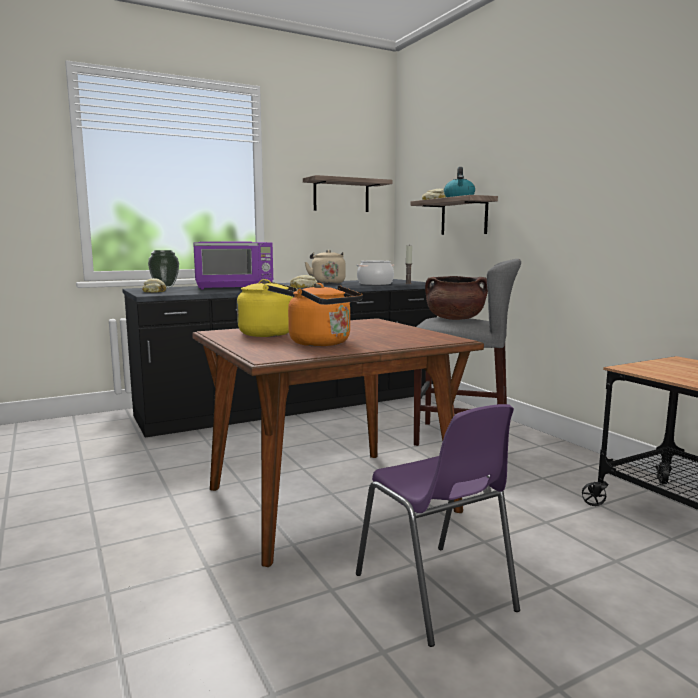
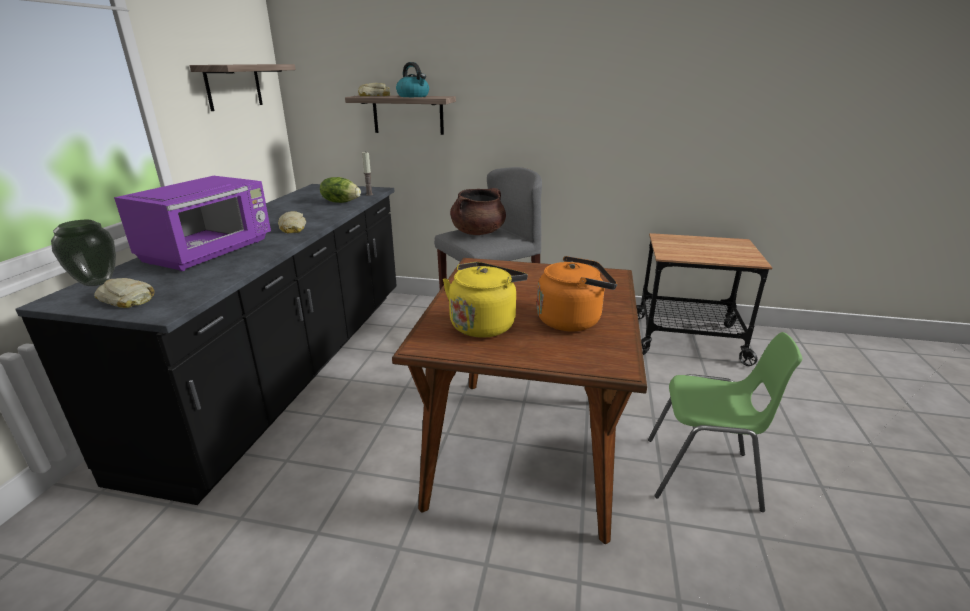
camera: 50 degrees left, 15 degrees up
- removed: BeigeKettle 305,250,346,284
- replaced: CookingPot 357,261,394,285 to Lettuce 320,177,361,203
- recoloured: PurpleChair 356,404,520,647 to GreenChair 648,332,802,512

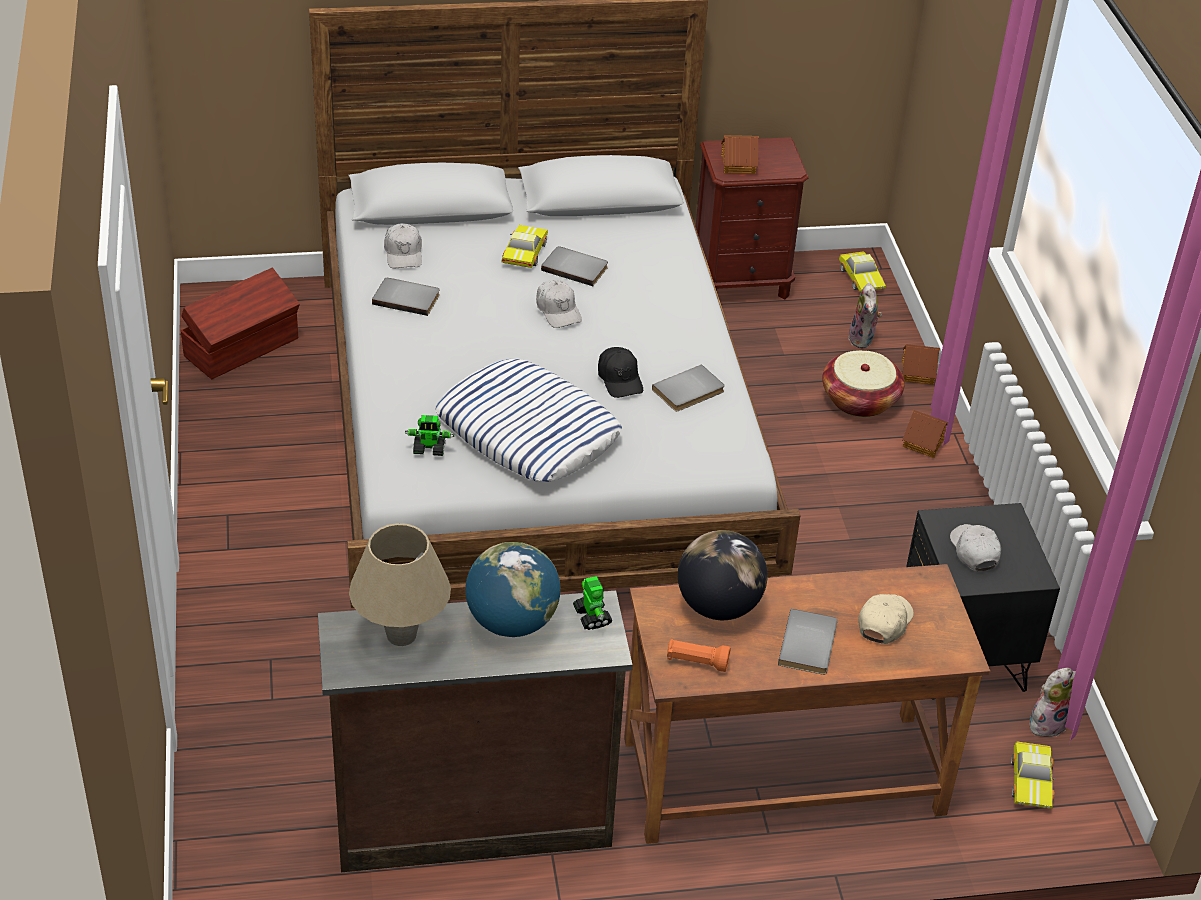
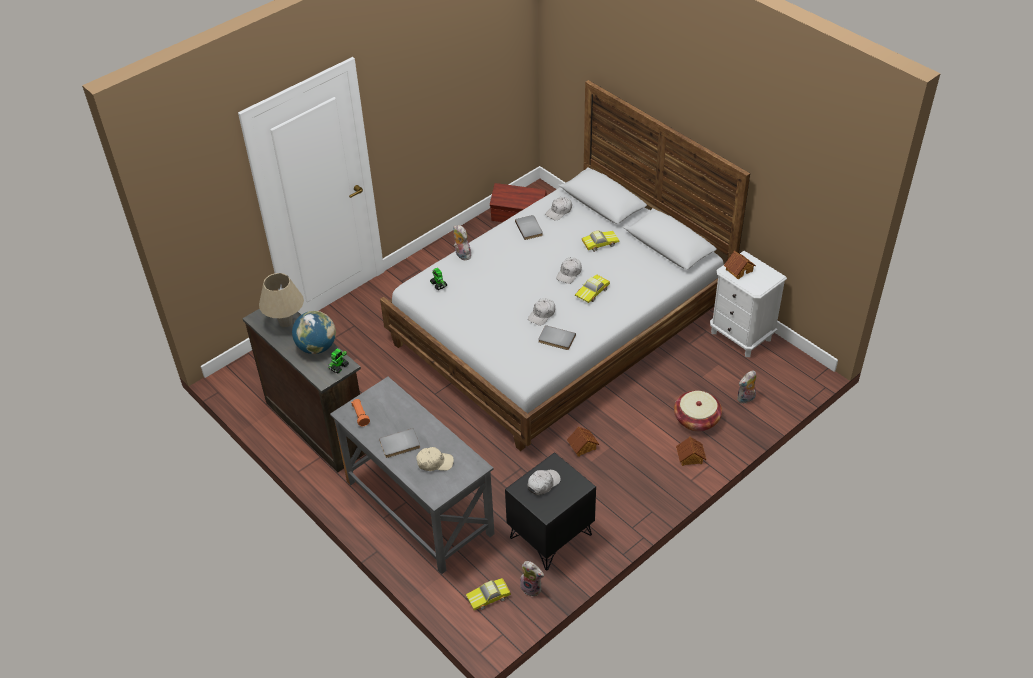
camera: 60 degrees right, 5 degrees up
- recoloured: BrownNightstand 696,137,809,299 to WhiteNightstand 710,251,787,357
- removed: GreyBook 541,246,608,286
- moved: ToyCar 839,251,886,292 to 575,274,610,303
- moved: ToyHouse 902,344,940,385 to 567,427,599,457
- recoloured: BlackCap 598,347,643,398 to WhiteCap 528,298,555,326
- removed: Pillow 435,359,622,482
- removed: Globe 678,530,768,620
- recoloured: BrownDesk 624,564,990,844 to GreyDesk 330,377,495,574
- added: PlushToy 453,225,473,260

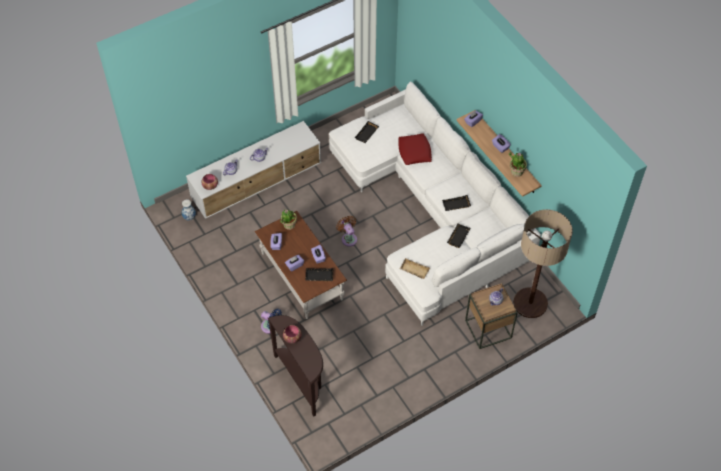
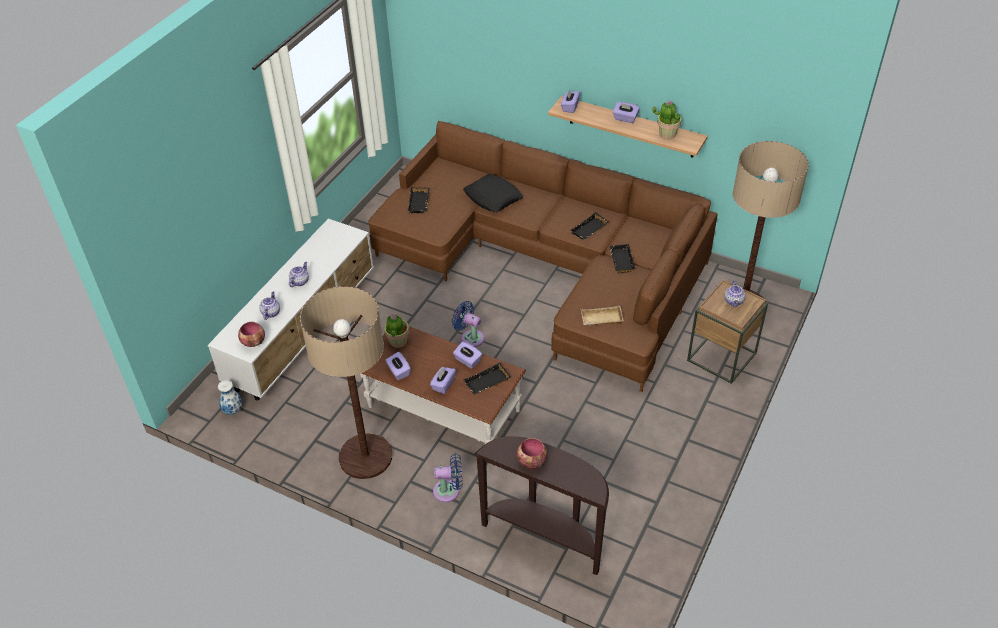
camera: 30 degrees left, 10 degrees down
- recoloured: WhiteSofa 329,82,541,326 to BrownSofa 368,121,718,392
- recoloured: RedPillow 398,133,432,165 to BlackPillow 463,174,523,213
- recoloured: BrownFan 336,216,357,247 to BlueFan 452,301,484,347
- added: FloorLamp 300,286,392,479

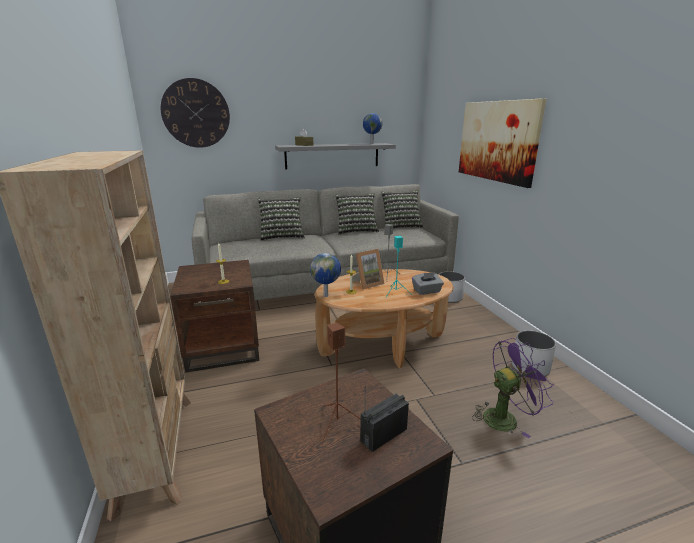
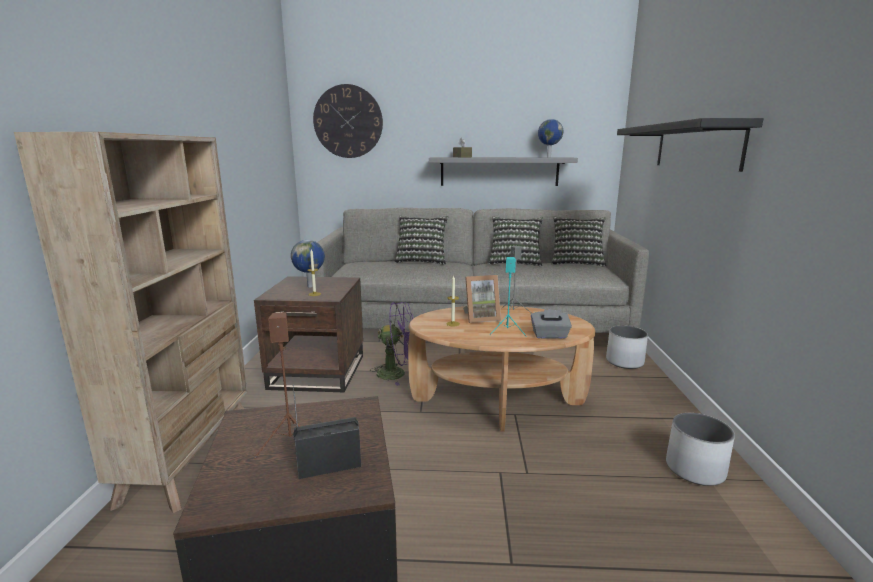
camera: 20 degrees right, 5 degrees down
- replaced: Picture 459,98,546,188 to BlackShelf 617,118,764,172
- moved: Globe 310,253,341,297 to 291,240,325,288
- moved: PurpleFan 472,338,554,438 to 370,302,414,386

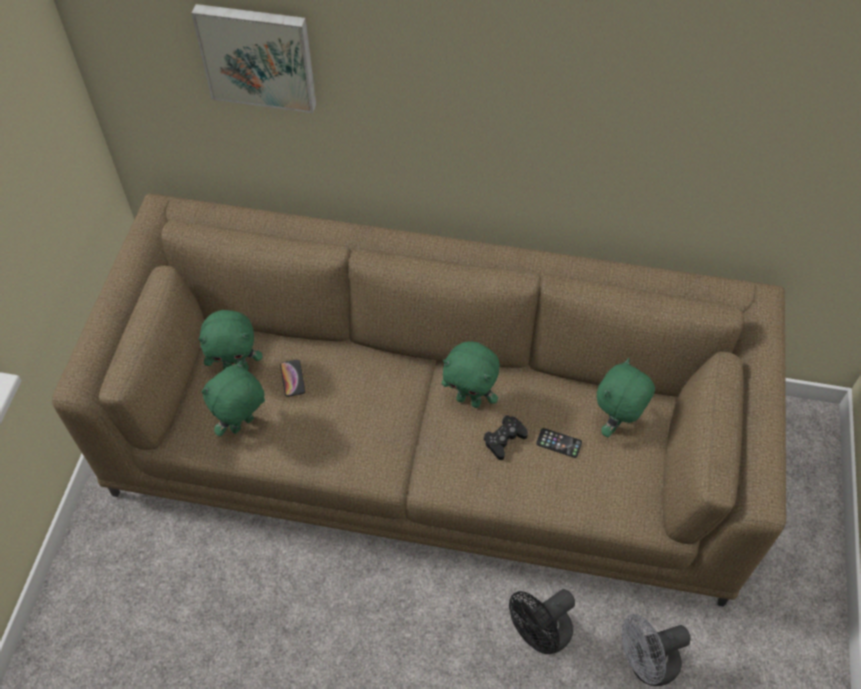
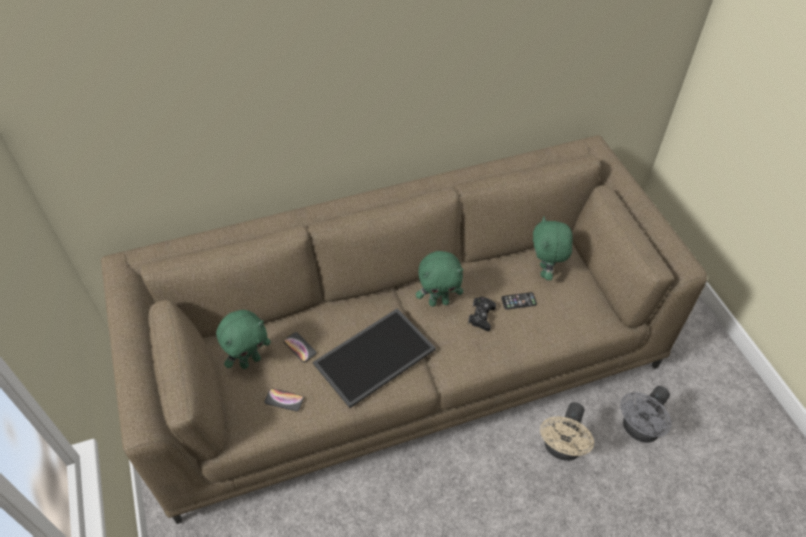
camera: 30 degrees left, 5 degrees down
- removed: Picture 191,4,316,113
- replaced: GreenPlushToy 201,361,265,437 to Phone 264,388,304,412
- recoloured: BlackFan 509,589,575,654 to BeigeFan 540,402,594,461
- added: Tray 313,308,436,408

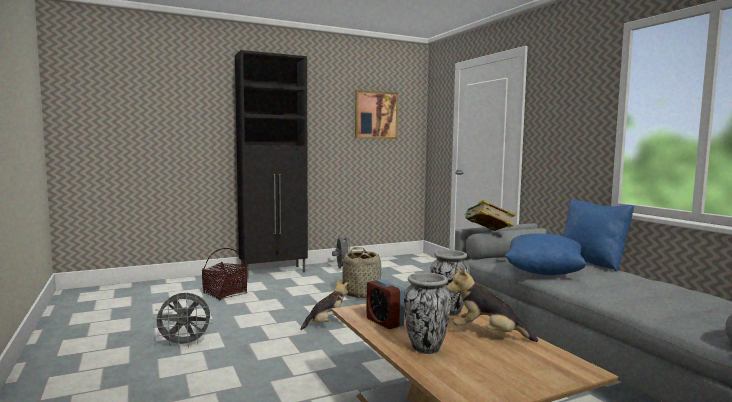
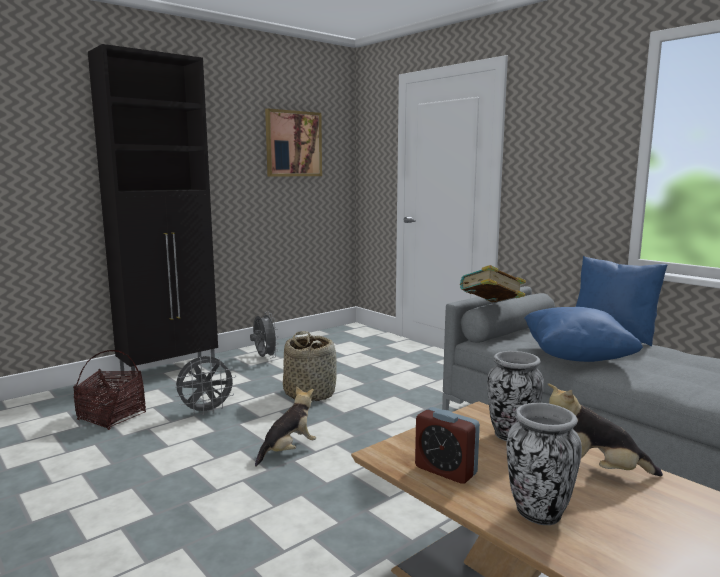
camera: 15 degrees left, 5 degrees up
- moved: GreyFan 153,293,213,348 to 175,356,237,415

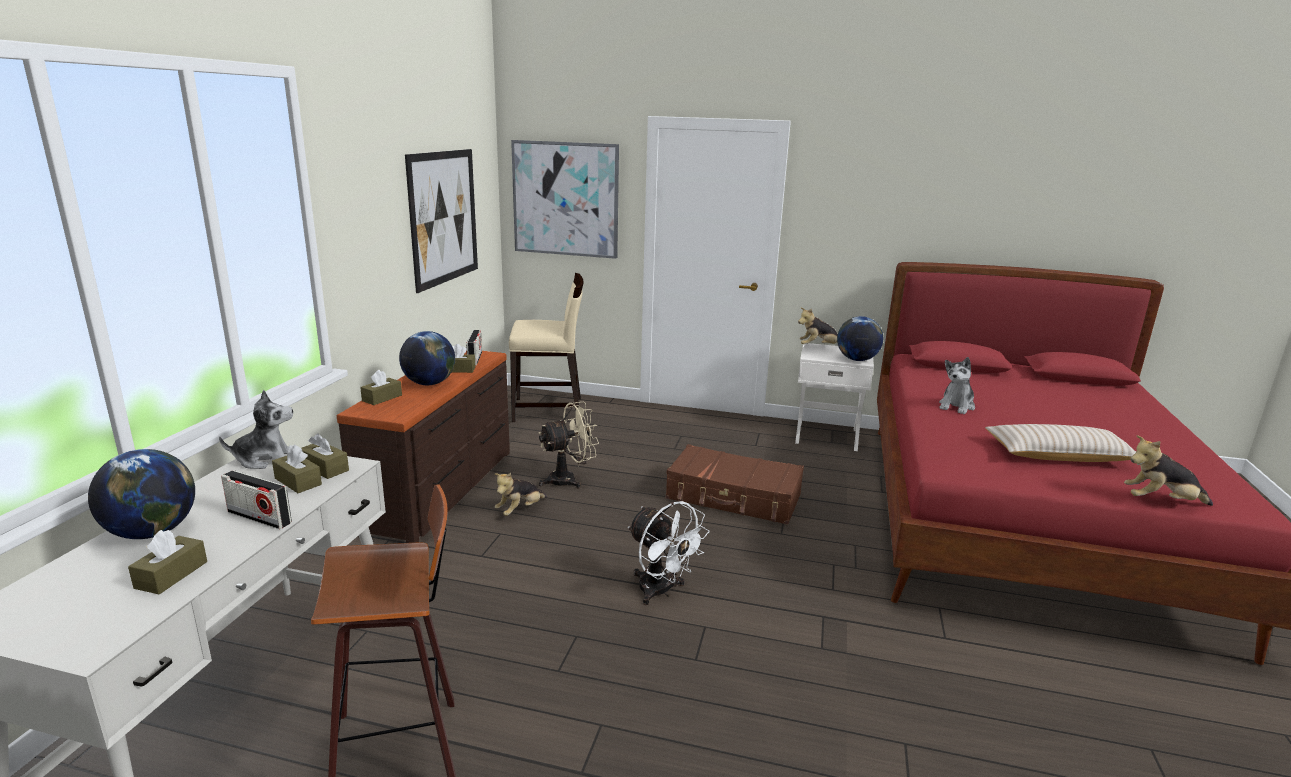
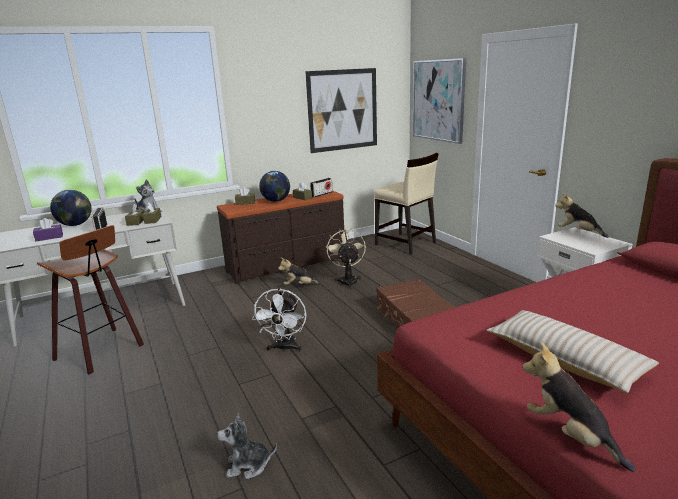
camera: 50 degrees right, 0 degrees up
- removed: Globe 837,316,883,361
- moved: PlushToy 939,357,975,414 to 217,414,277,479
- turned: BeigeFan 539,401,599,488 = 326,228,366,289 120 degrees counterclockwise
- recoloured: BrownTissueBox 128,530,207,594 to PurpleTissueBox 33,218,63,241

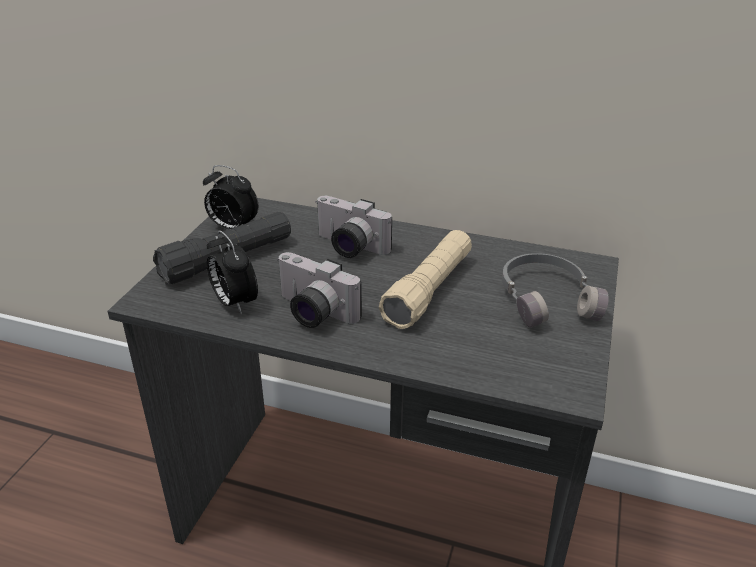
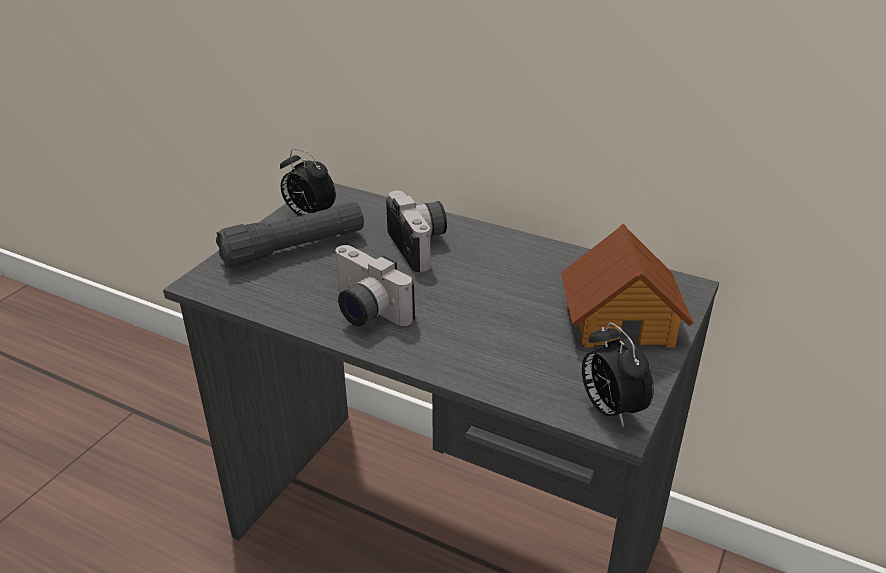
camera: 10 degrees right, 0 degrees up
- turned: PhotoCamera 316,196,392,258 = 386,191,447,272 150 degrees counterclockwise
- moved: AlarmClock 207,230,258,314 to 582,323,653,427
- removed: BeigeFlashlight 379,230,472,329
- replaced: GreyHeadphones 502,253,609,328 to ToyHouse 561,224,693,348

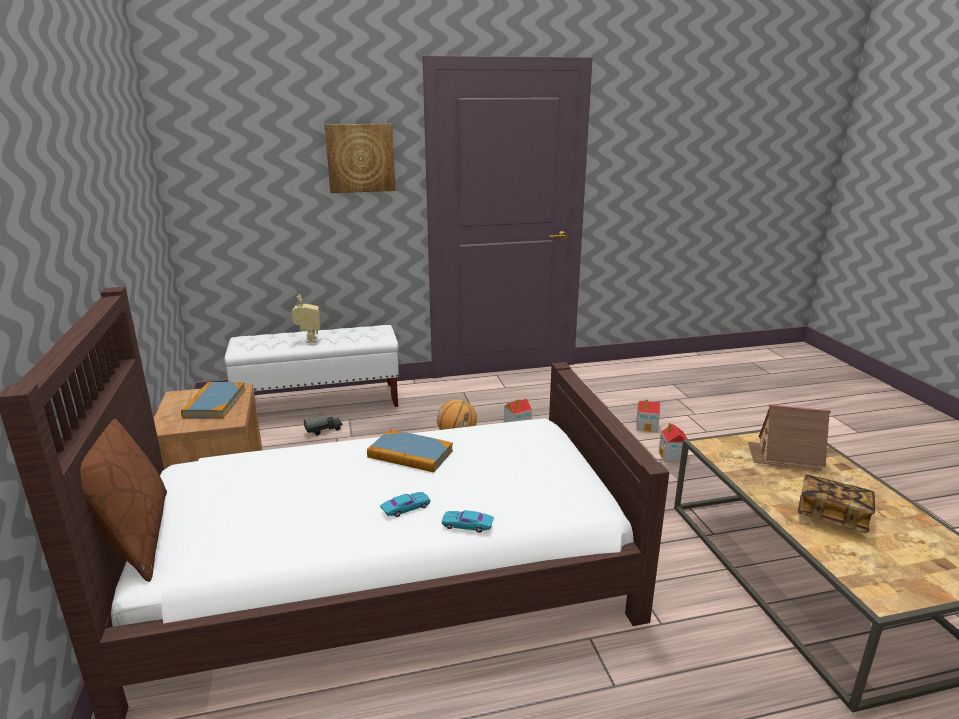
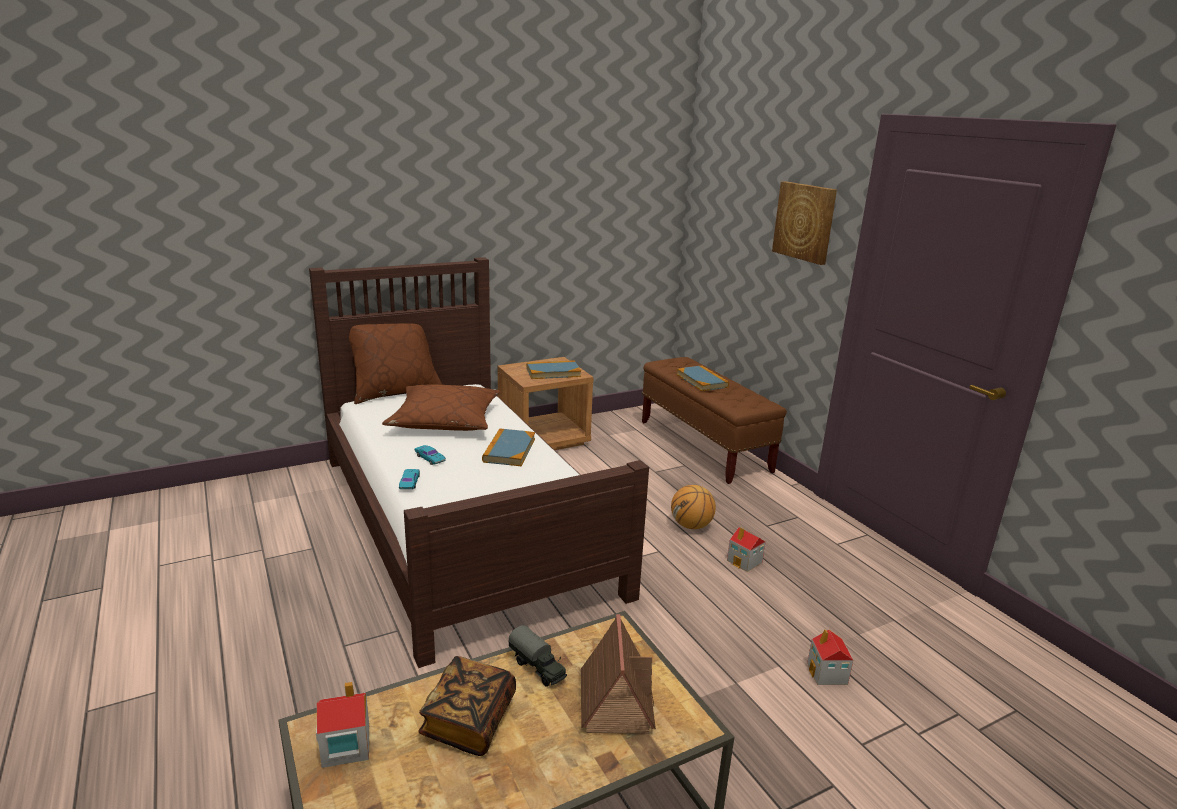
camera: 75 degrees right, 0 degrees up
- replaced: ToyRobot 292,294,321,343 to Book 677,365,729,391
- recoloured: WhiteBench 225,325,399,407 to BrownBench 642,357,787,484
- moved: ToyTruck 304,415,343,436 to 508,625,567,687
- moved: ToyHouse 659,422,689,462 to 316,682,369,768
- added: BrownPillow 382,384,500,431

